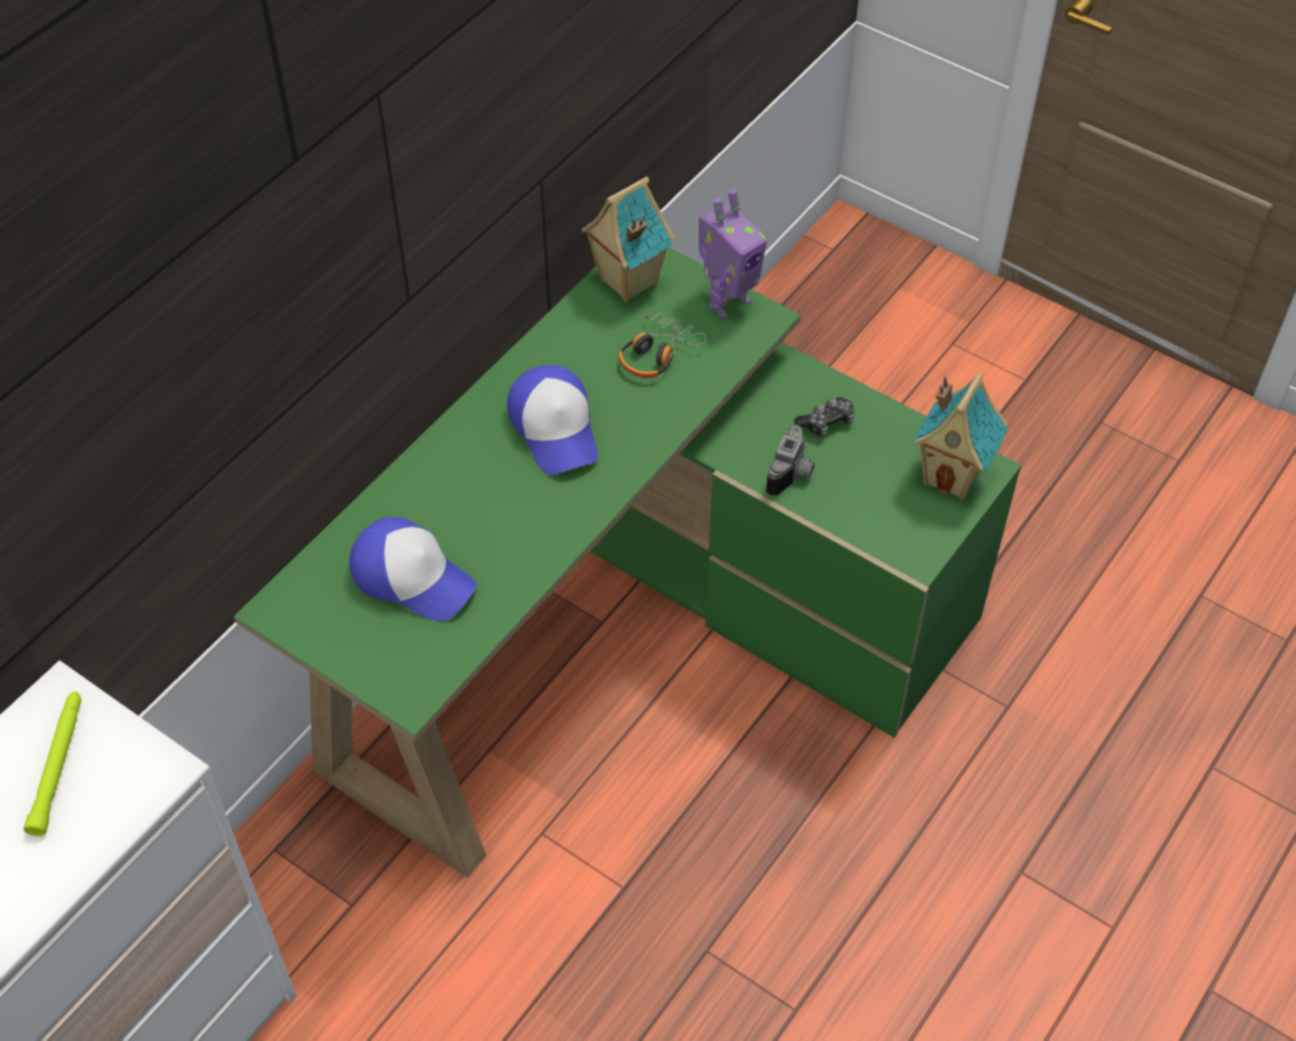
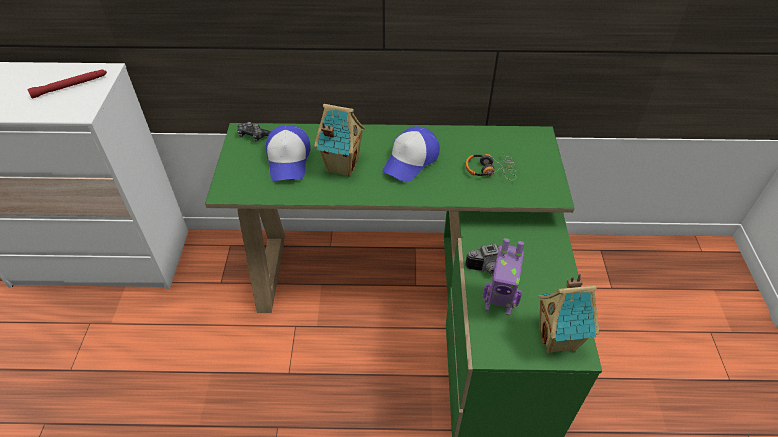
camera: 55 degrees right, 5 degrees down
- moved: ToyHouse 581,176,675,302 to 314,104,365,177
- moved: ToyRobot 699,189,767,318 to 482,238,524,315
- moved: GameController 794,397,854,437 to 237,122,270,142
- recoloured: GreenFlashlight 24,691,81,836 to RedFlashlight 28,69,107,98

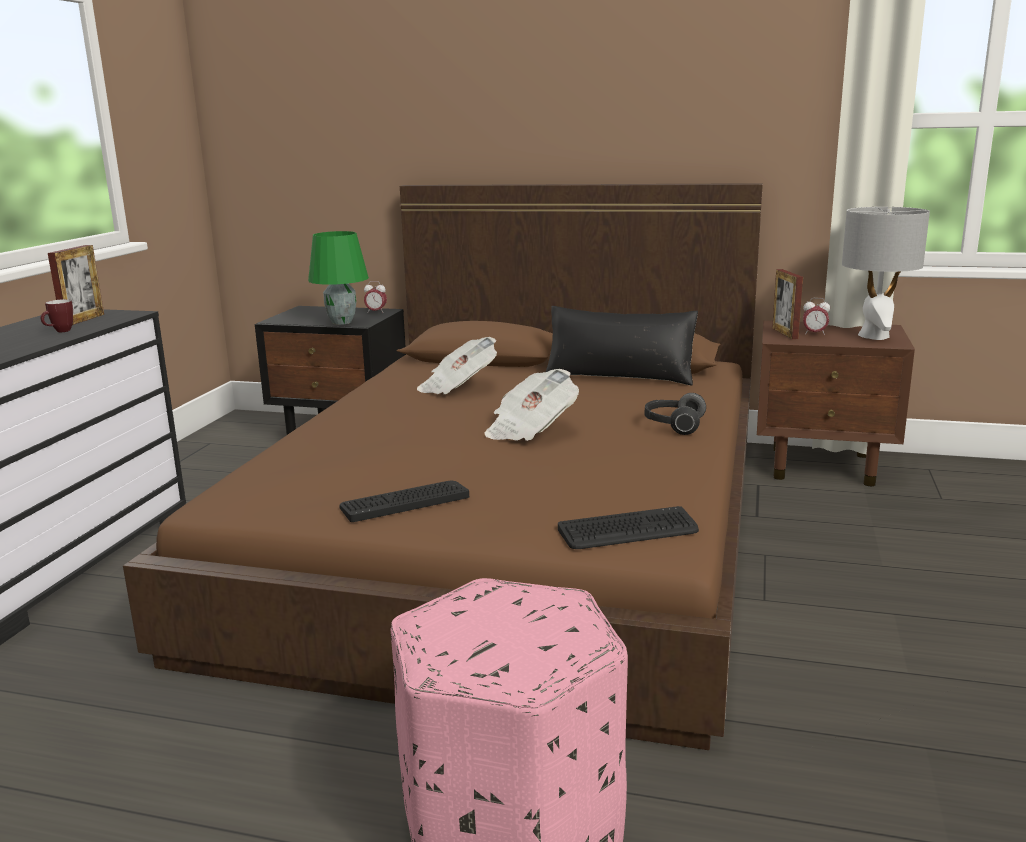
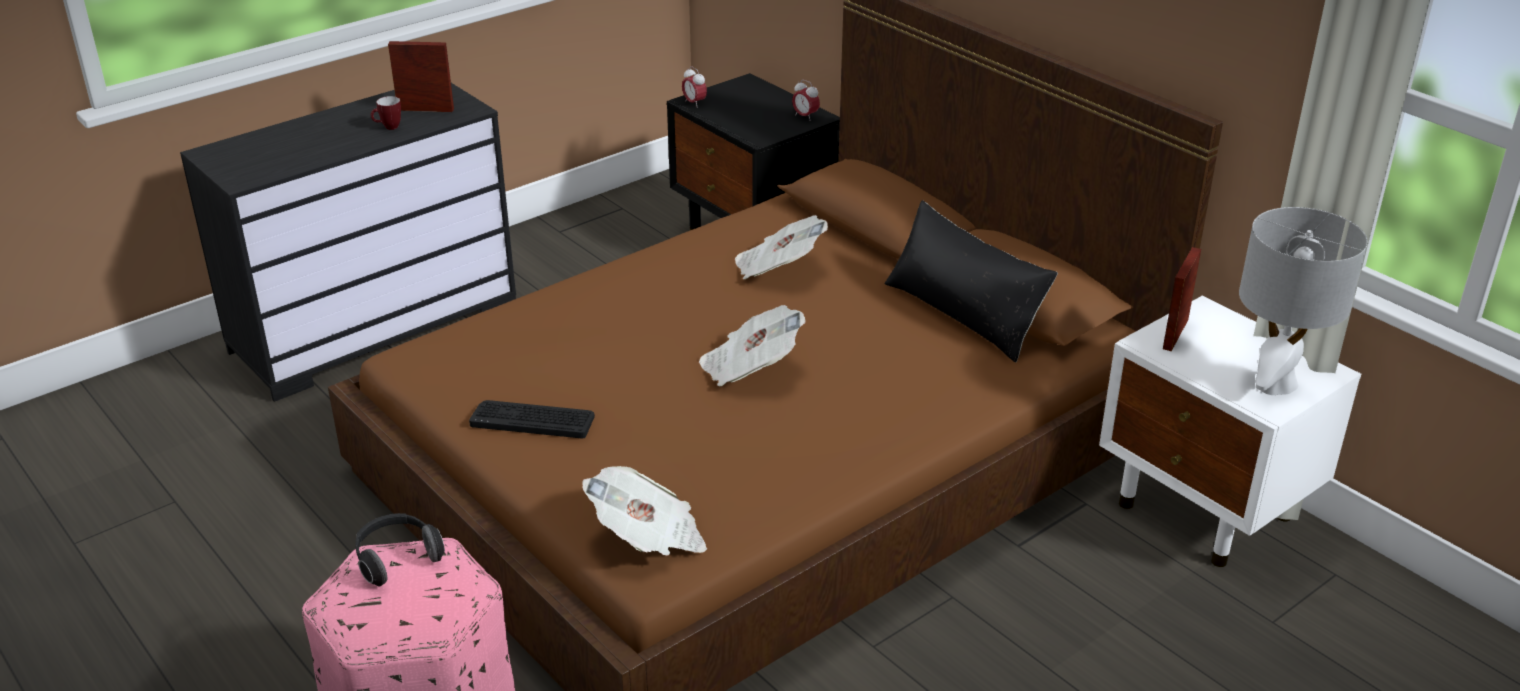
camera: 35 degrees right, 15 degrees up
- removed: GreenTableLamp 308,231,369,325
- turned: PictureFrame 48,245,104,325 = 388,41,454,112 135 degrees counterclockwise
- moved: AlarmClock 803,298,830,335 to 682,67,707,106
- recoloured: BrownNightstand 757,321,915,486 to WhiteNightstand 1099,296,1361,567
- moved: Headphones 644,393,706,435 to 356,513,445,586
- replaced: Keyboard 558,506,699,549 to Newspaper 582,466,707,556

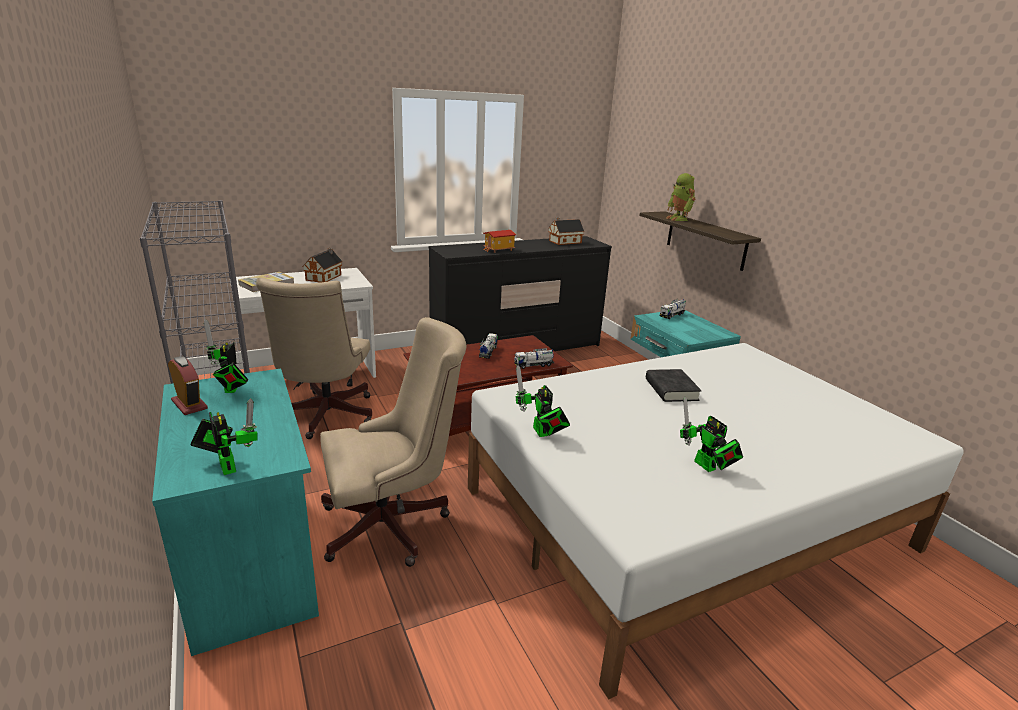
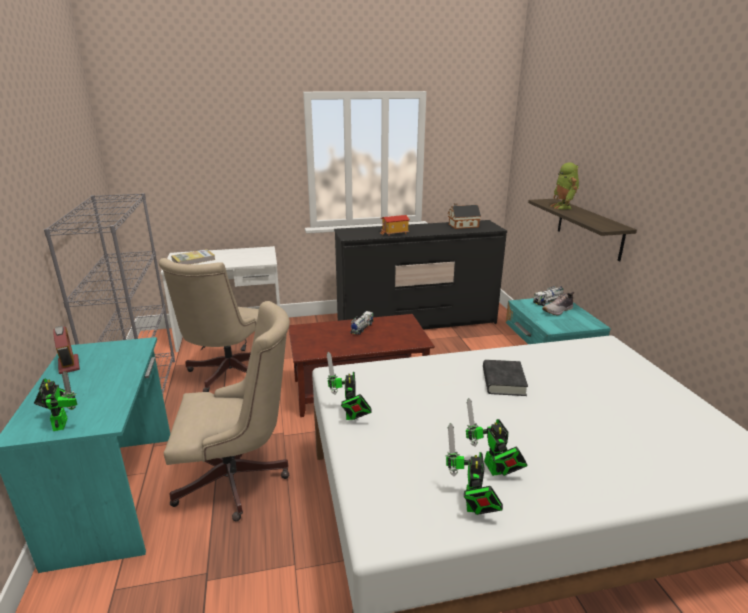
camera: 15 degrees right, 0 degrees up
- removed: ToyHouse 302,248,343,283
- moved: ToyRobot 204,319,248,393 to 446,423,503,515
- removed: ToyTruck 514,348,555,369
- added: Shoe 542,292,574,316

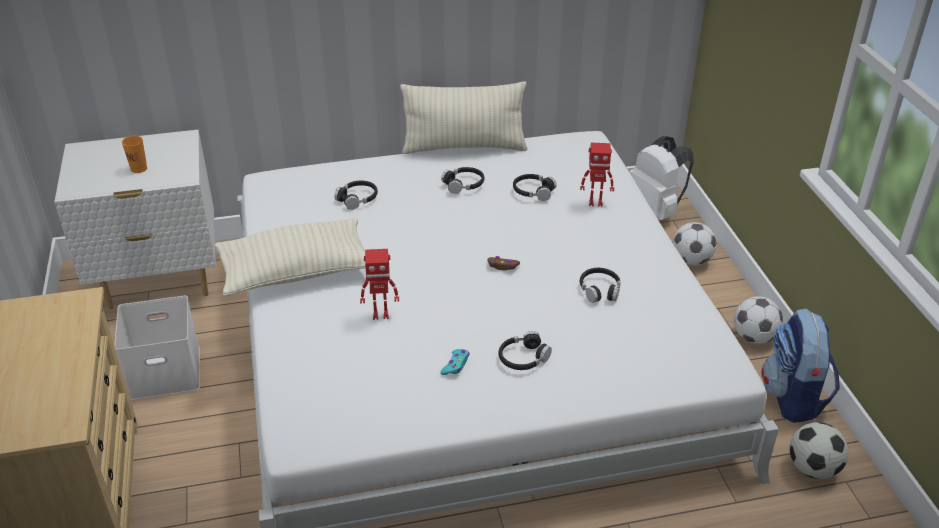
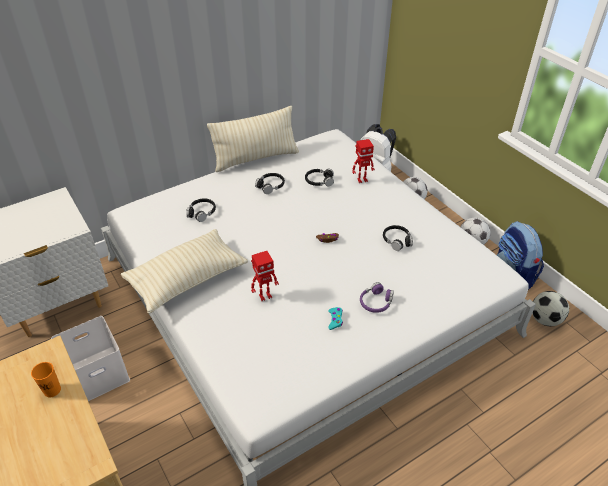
camera: 20 degrees left, 5 degrees up
- moved: OrangeCup 122,136,147,173 to 31,362,61,397
- recoloured: BlackHeadphones 499,331,552,370 to PurpleHeadphones 360,282,394,313

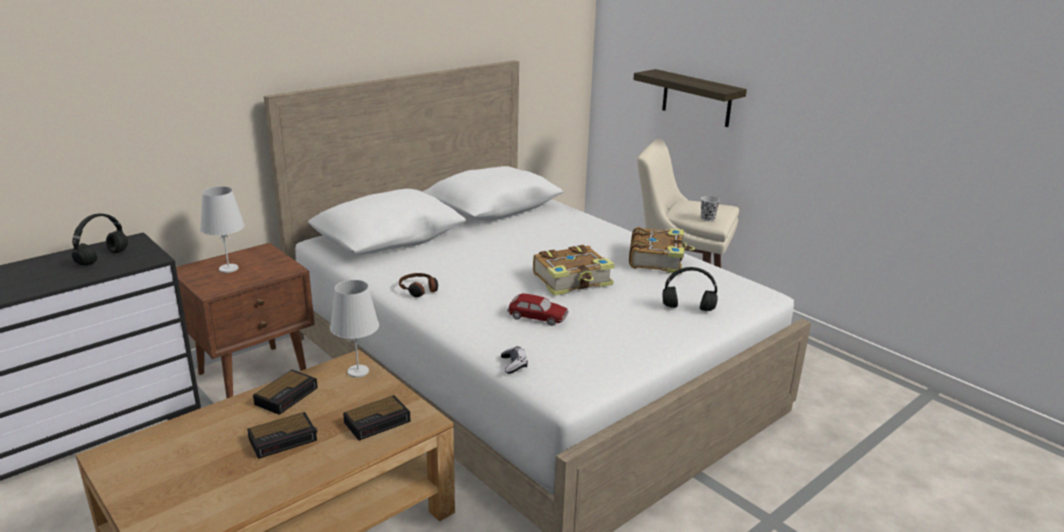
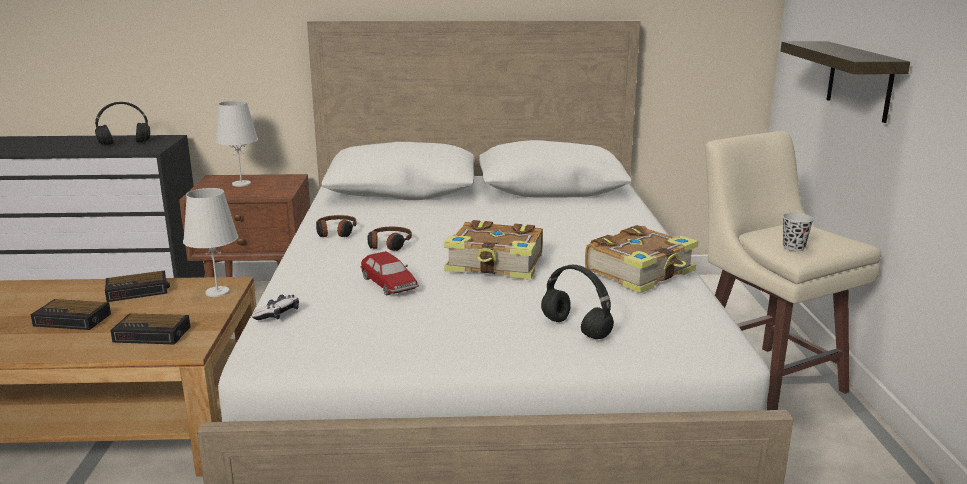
camera: 40 degrees right, 5 degrees down
- added: Headphones 368,227,412,251

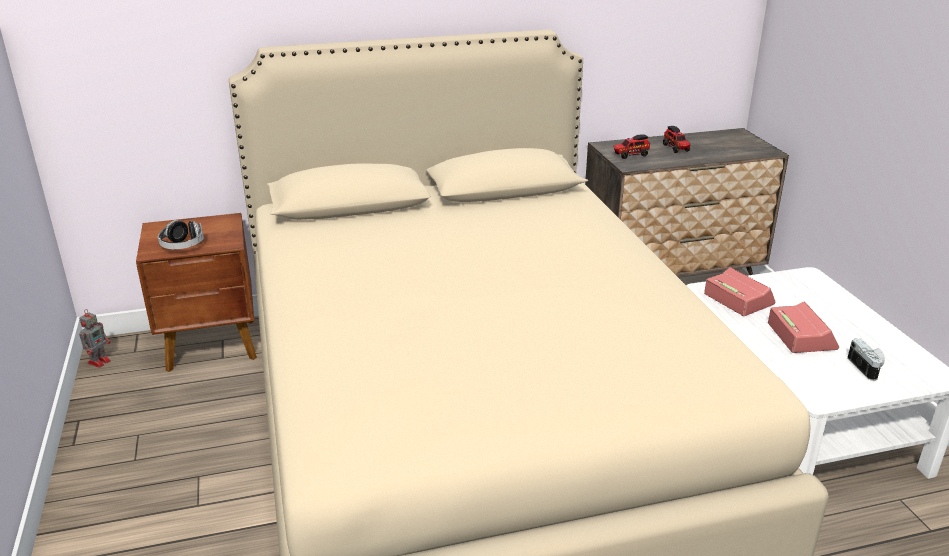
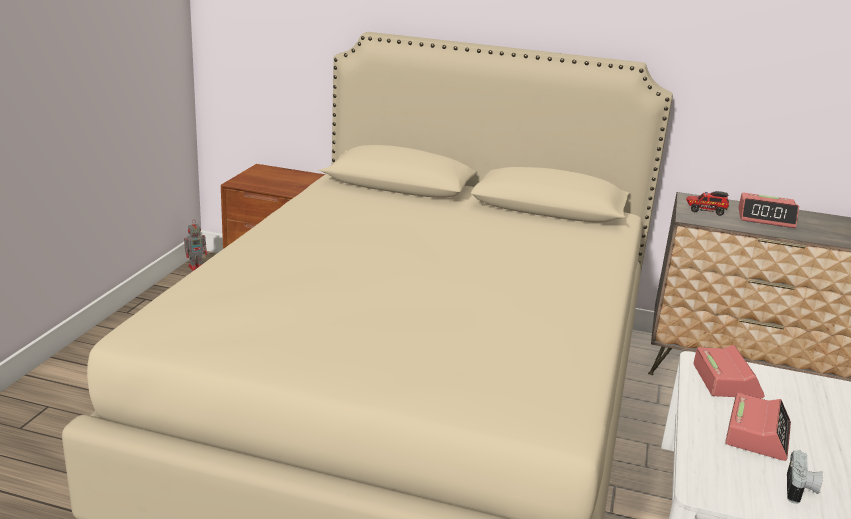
camera: 30 degrees right, 5 degrees down
- replaced: ToyTruck 663,126,691,153 to AlarmClock 738,193,799,228
- removed: Headphones 158,220,204,249

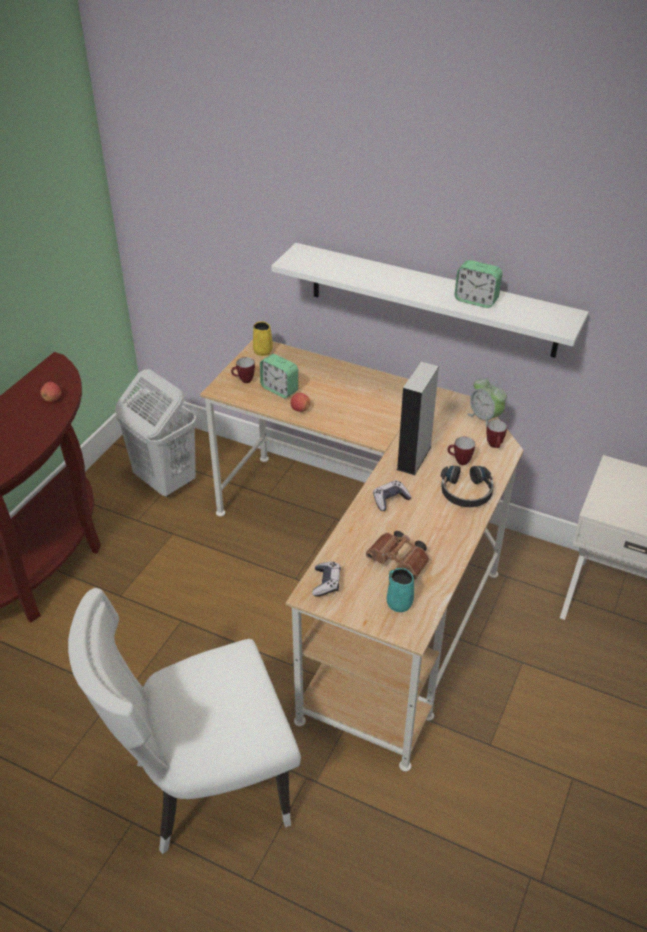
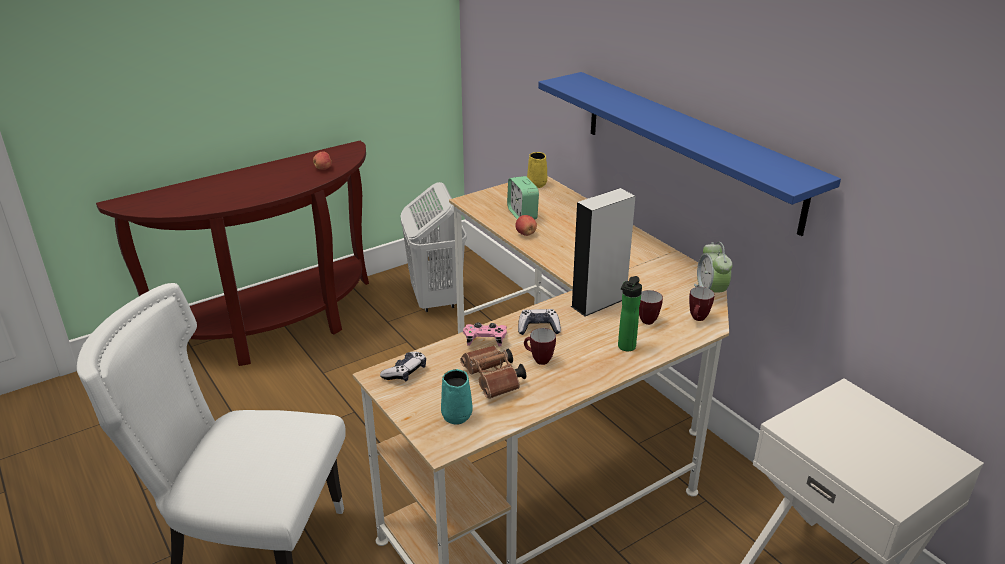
camera: 30 degrees right, 10 degrees down
- recoloured: WhiteShelf 271,243,589,358 to BlueShelf 538,72,841,236
- removed: AlarmClock 454,260,503,308
- moved: Mug 231,357,255,383 to 524,328,556,365
- replaced: BlackHeadphones 441,466,494,507 to Bottle 618,276,642,351
- added: PinkGameController 463,322,507,346

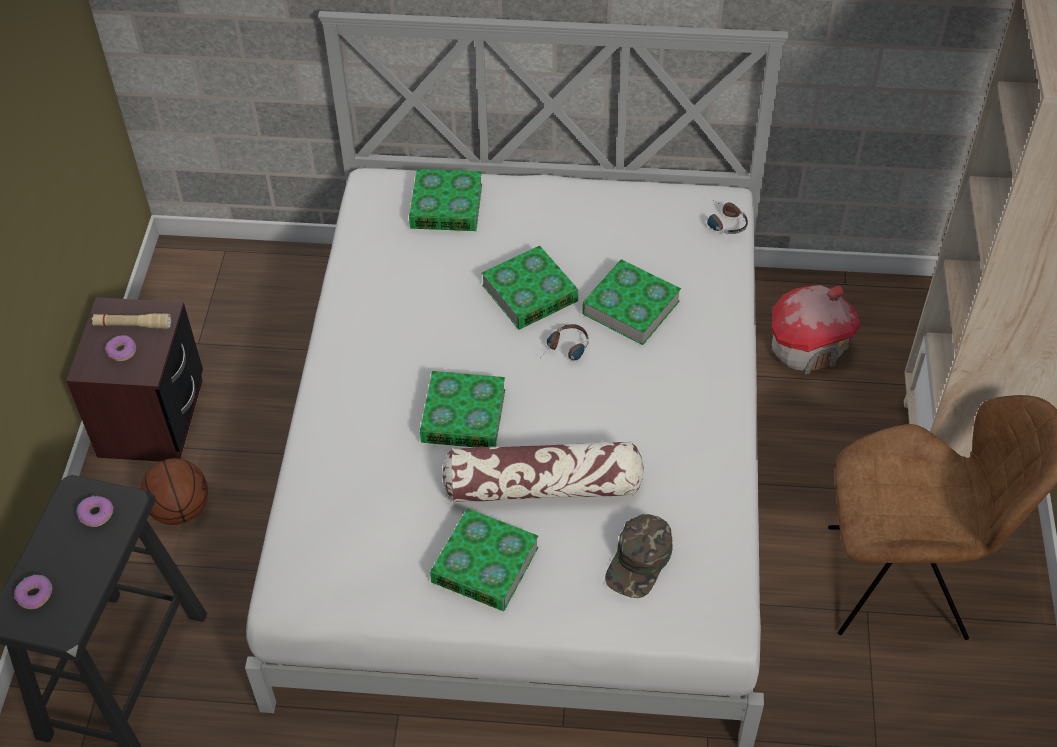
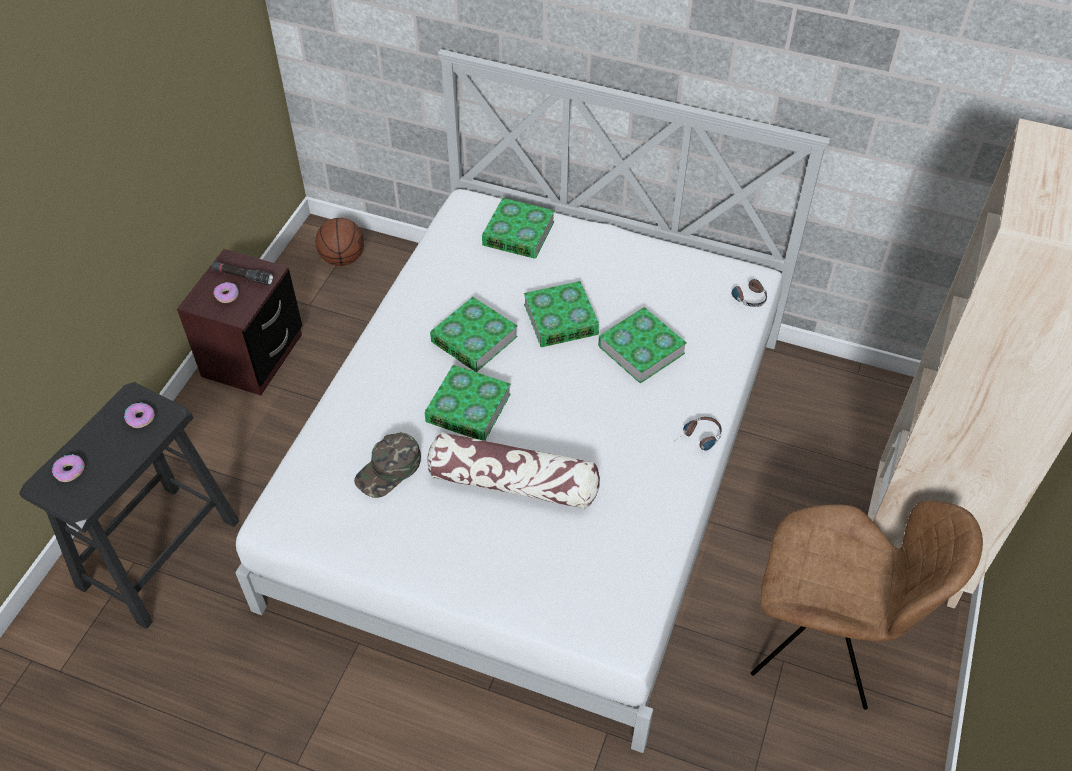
camera: 15 degrees right, 0 degrees up
- removed: ToyHouse 772,285,861,374
- recoloured: BeigeFlashlight 92,313,171,329 to BlackFlashlight 211,261,273,285
- moved: Headphones 542,324,589,360 to 676,417,722,451
- moved: Basketball 140,458,208,525 to 316,218,364,266
- moved: Book 430,508,538,611 to 430,297,518,372
- moved: GreenCap 605,514,672,598 to 354,432,421,498

